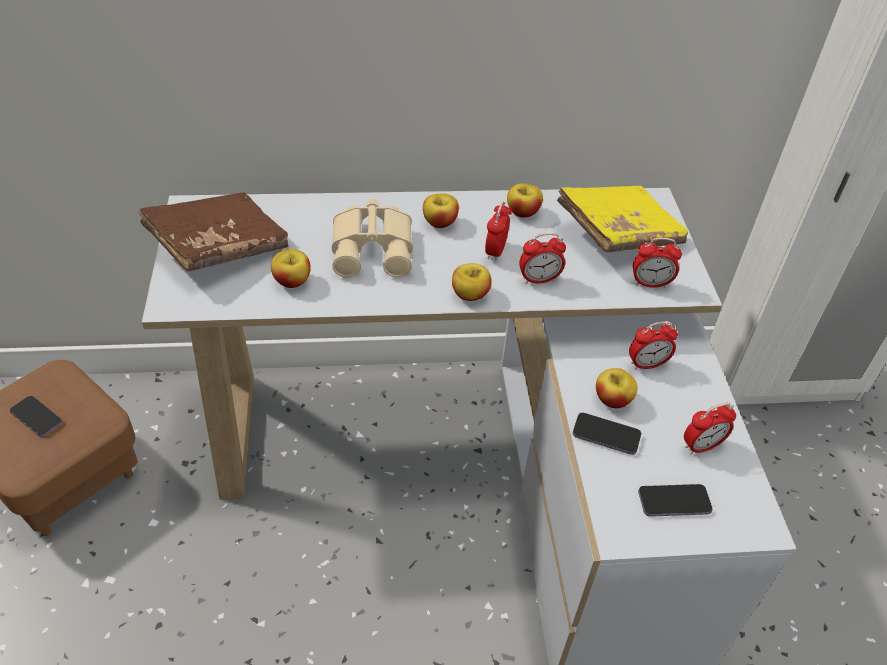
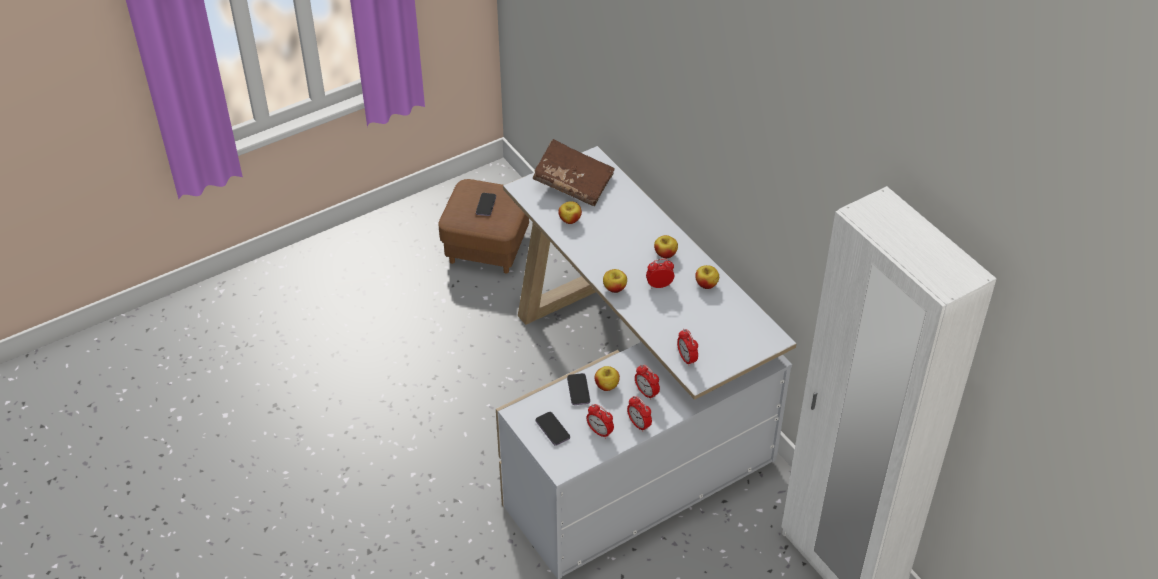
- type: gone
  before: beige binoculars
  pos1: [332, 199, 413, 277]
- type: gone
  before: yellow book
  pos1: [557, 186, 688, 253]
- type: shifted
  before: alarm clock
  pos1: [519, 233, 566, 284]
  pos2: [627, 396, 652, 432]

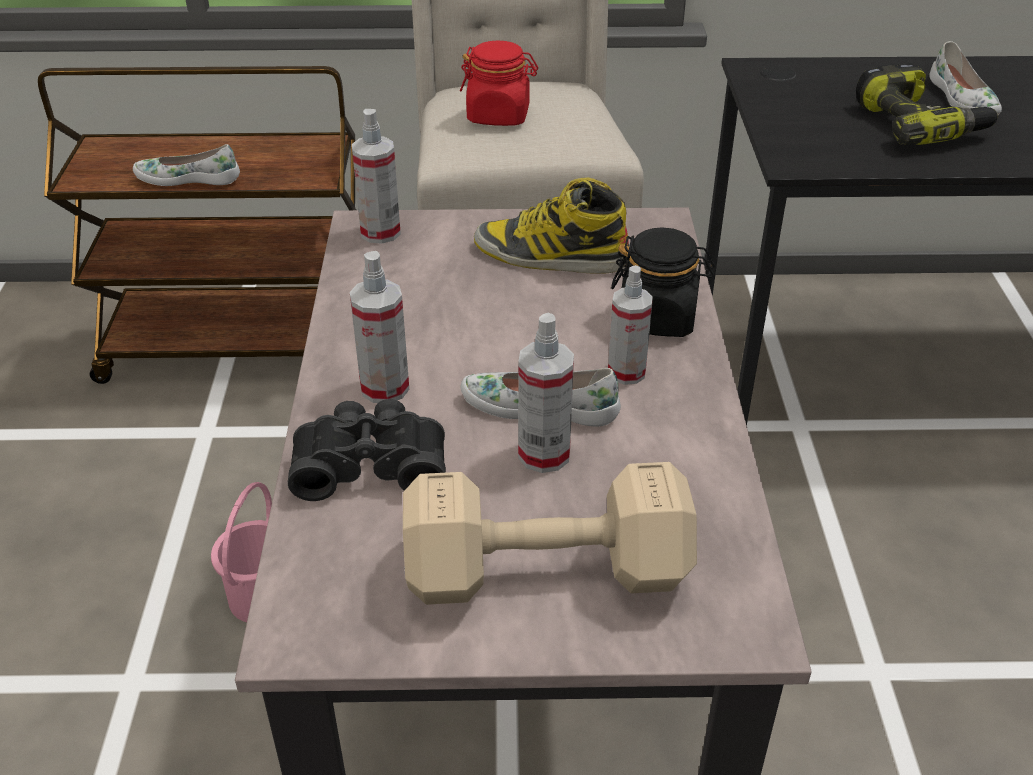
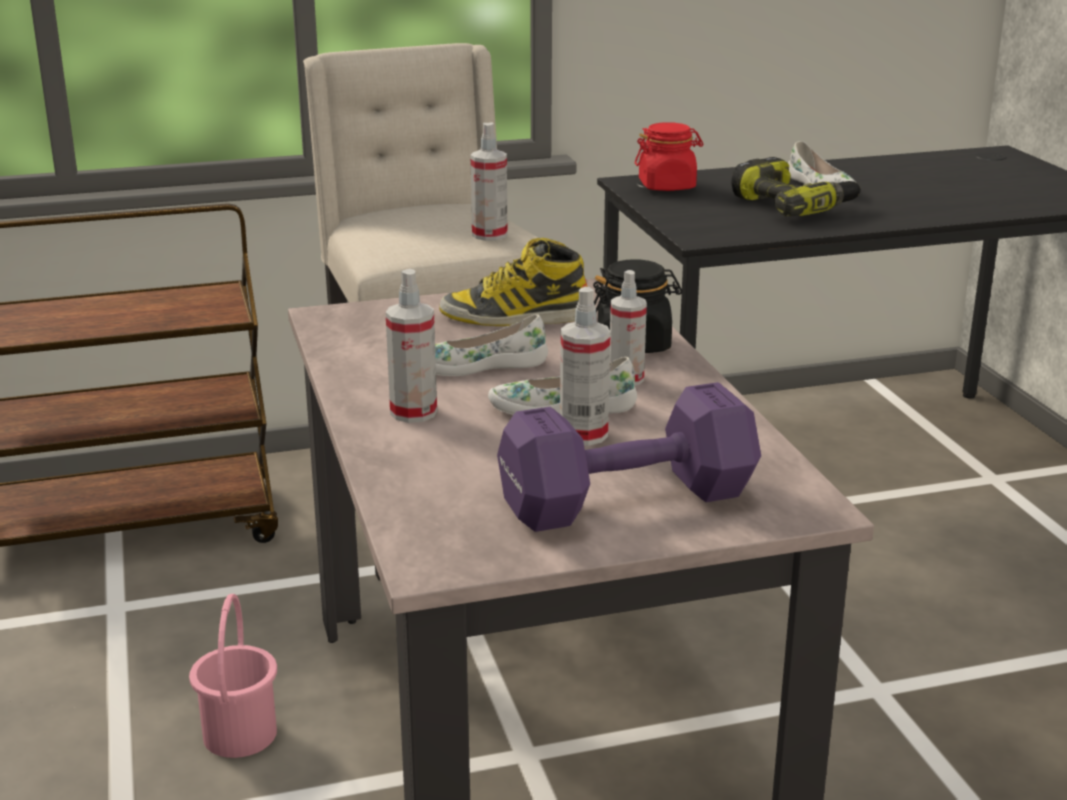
- type: gone
  before: black binoculars
  pos1: [288, 399, 446, 501]
- type: shifted
  before: white shoe
  pos1: [133, 144, 240, 186]
  pos2: [435, 314, 548, 376]
- type: shifted
  before: spray bottle
  pos1: [352, 109, 401, 244]
  pos2: [471, 122, 507, 241]
- type: shifted
  before: red jar
  pos1: [460, 41, 538, 126]
  pos2: [635, 122, 703, 191]
- type: repainted
  before: beige dumbbell
  after: purple dumbbell
  pos1: [403, 462, 697, 605]
  pos2: [497, 382, 761, 532]

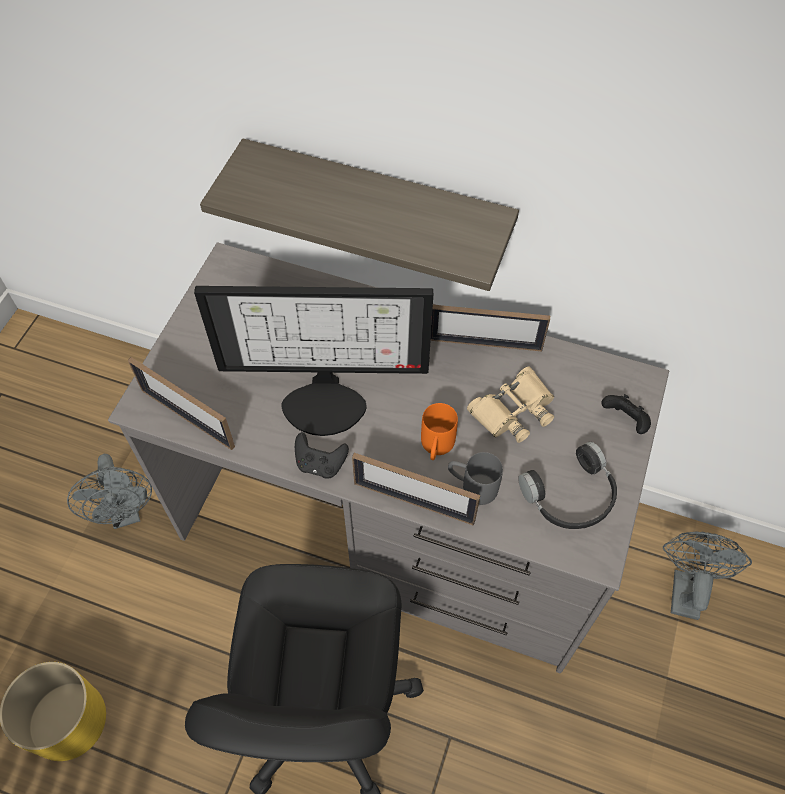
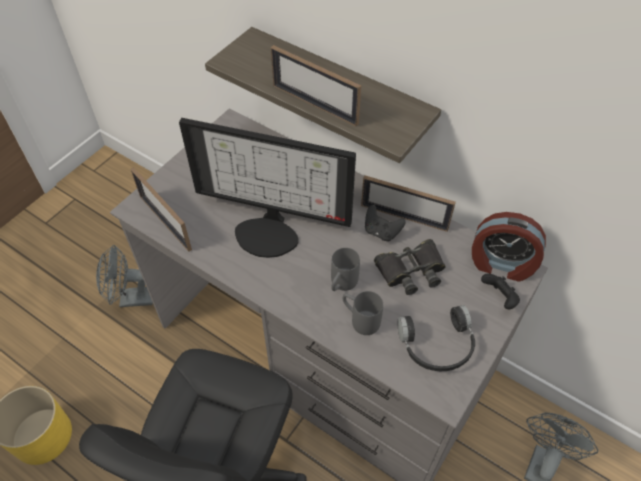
- type: new
  after: alarm clock
  pos2: [472, 212, 546, 282]
- type: shifted
  before: black game controller
  pos1: [295, 432, 349, 478]
  pos2: [365, 205, 406, 241]
- type: shifted
  before: picture frame
  pos1: [352, 453, 480, 525]
  pos2: [271, 45, 361, 127]
- type: repainted
  before: orange mug
  after: grey mug
  pos1: [421, 403, 458, 460]
  pos2: [331, 248, 360, 291]
- type: repainted
  before: beige binoculars
  after: black binoculars
  pos1: [467, 367, 554, 443]
  pos2: [374, 239, 446, 295]
- type: rotated
  before: grey fan
  pos1: [67, 454, 152, 529]
  pos2: [96, 245, 153, 307]
  turn: 90

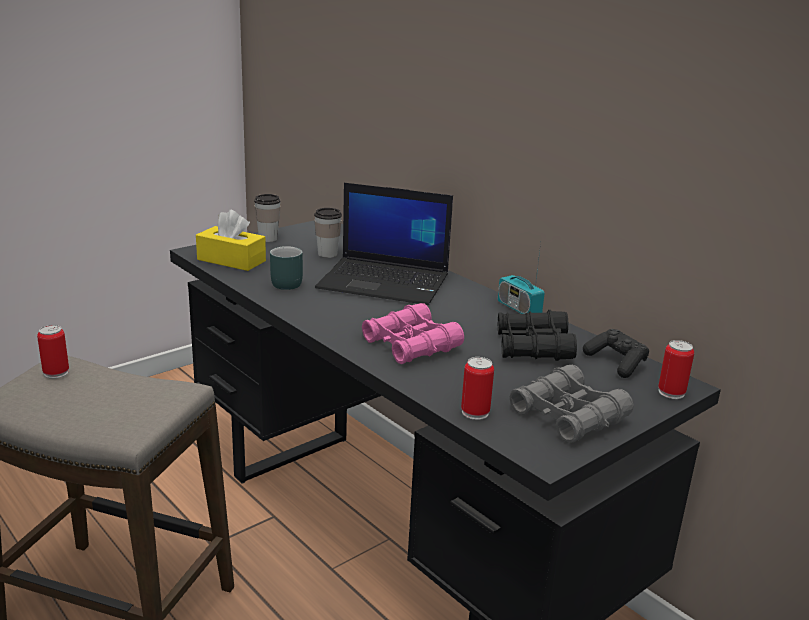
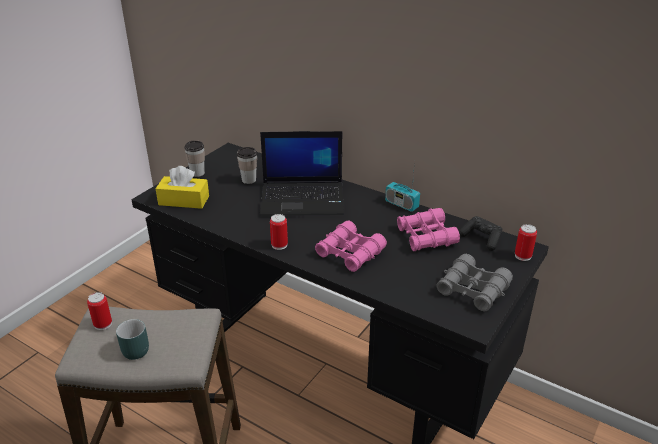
- type: shifted
  before: turquoise mug
  pos1: [270, 246, 303, 290]
  pos2: [116, 319, 149, 360]
- type: shifted
  before: can
  pos1: [461, 357, 494, 420]
  pos2: [270, 214, 288, 250]
- type: repainted
  before: black binoculars
  after: pink binoculars
  pos1: [498, 310, 577, 361]
  pos2: [397, 208, 460, 251]

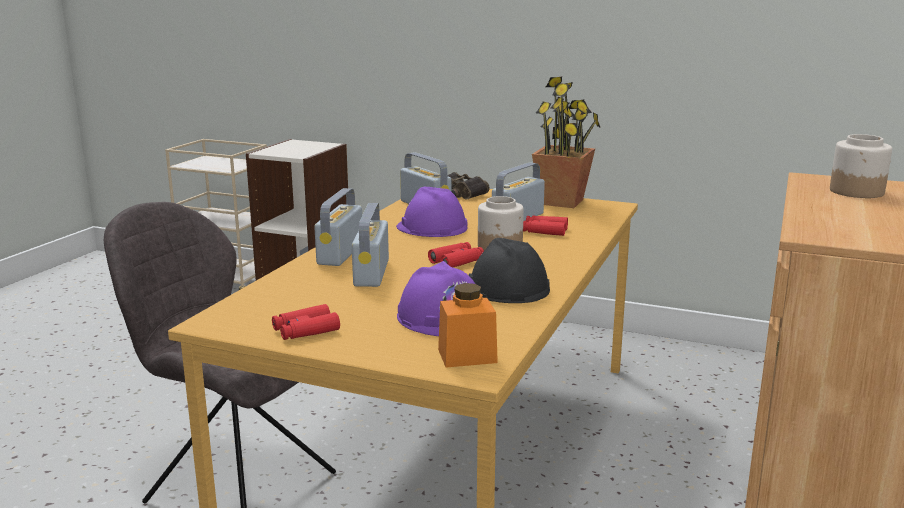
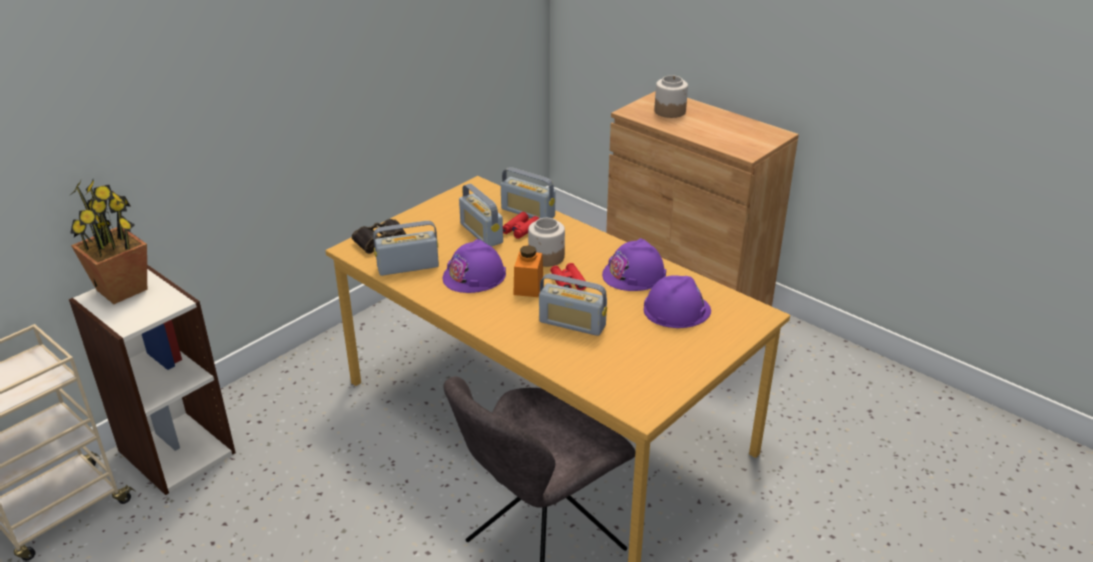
- type: gone
  before: red binoculars
  pos1: [272, 304, 340, 340]
- type: shifted
  before: radio
  pos1: [314, 188, 362, 266]
  pos2: [501, 167, 555, 219]
- type: shifted
  before: orange jar
  pos1: [438, 283, 498, 368]
  pos2: [513, 245, 543, 297]
- type: shifted
  before: potted plant
  pos1: [532, 77, 601, 208]
  pos2: [70, 180, 147, 304]
- type: repainted
  before: black hard hat
  after: purple hard hat
  pos1: [469, 238, 550, 303]
  pos2: [602, 238, 666, 291]

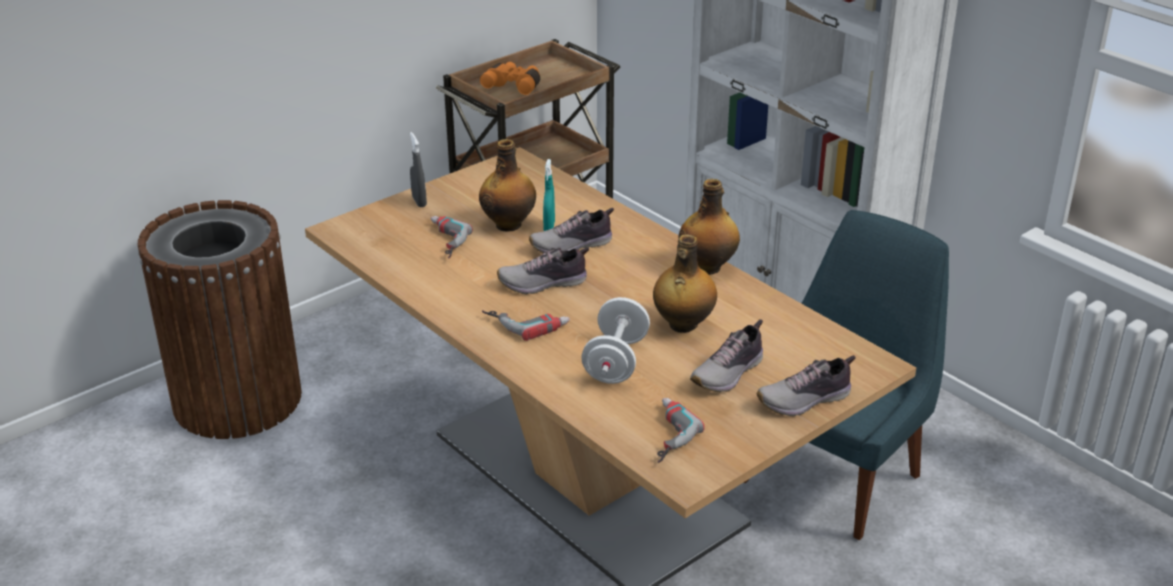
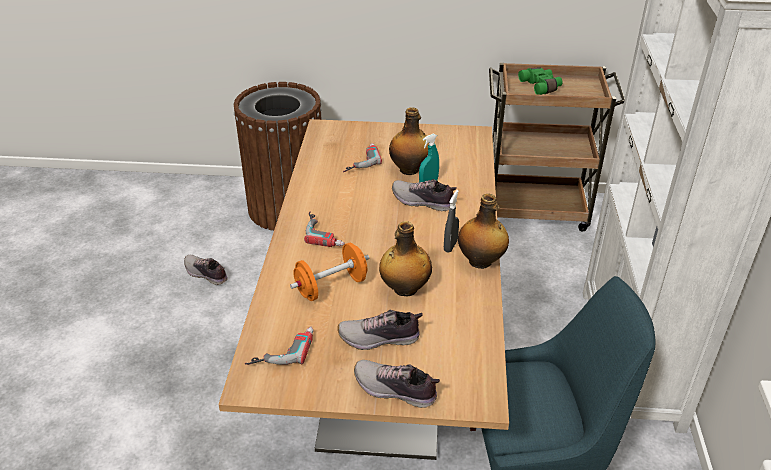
- type: shifted
  before: grey spray bottle
  pos1: [410, 132, 427, 207]
  pos2: [444, 190, 459, 253]
- type: shifted
  before: shoe
  pos1: [497, 247, 589, 294]
  pos2: [184, 255, 228, 285]
- type: repainted
  before: orange binoculars
  after: green binoculars
  pos1: [480, 62, 540, 95]
  pos2: [518, 67, 563, 95]
- type: repainted
  before: white dumbbell
  after: orange dumbbell
  pos1: [581, 297, 650, 384]
  pos2: [290, 243, 369, 301]

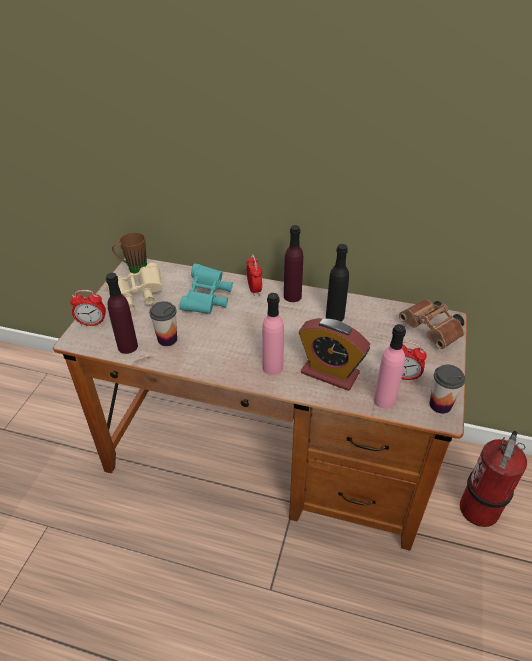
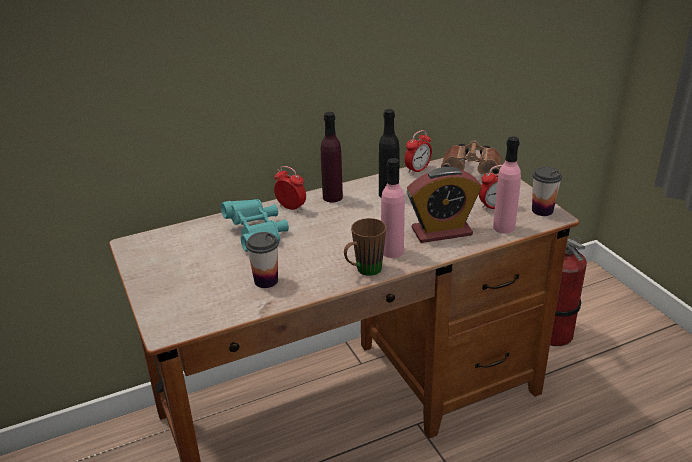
- type: gone
  before: beige binoculars
  pos1: [106, 263, 163, 312]
- type: gone
  before: purple bottle
  pos1: [106, 273, 138, 354]
- type: shifted
  before: alarm clock
  pos1: [70, 290, 106, 326]
  pos2: [405, 130, 432, 175]
- type: shifted
  before: brown mug
  pos1: [112, 232, 147, 274]
  pos2: [344, 218, 386, 276]

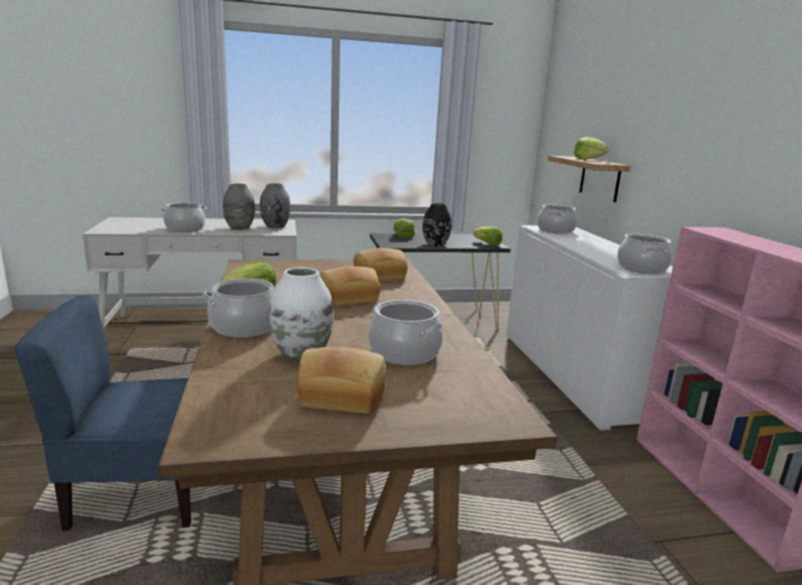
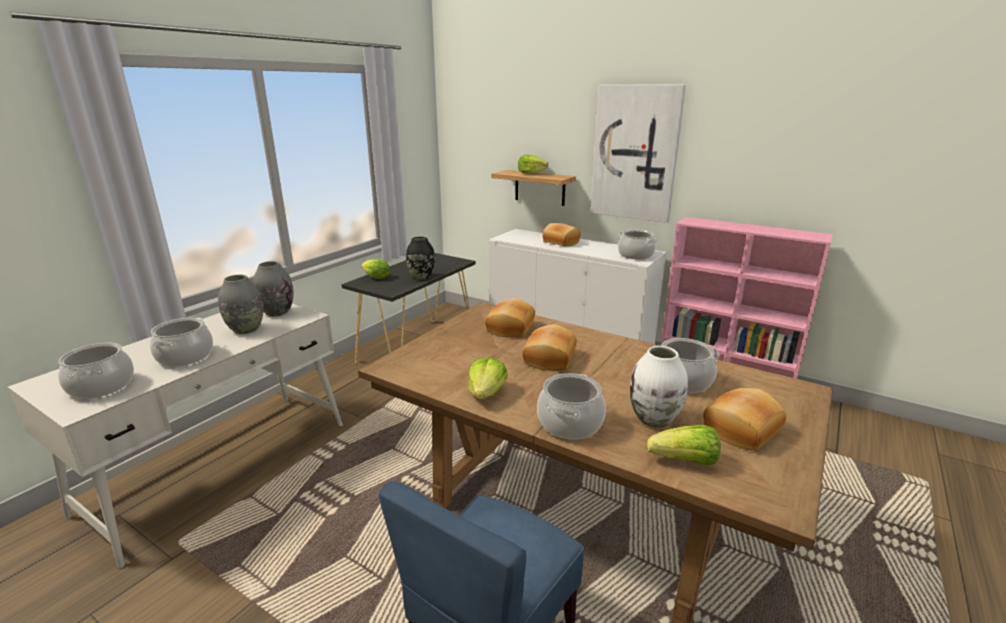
- type: new
  after: bread
  pos2: [542, 223, 581, 246]
- type: new
  after: picture
  pos2: [591, 84, 686, 223]
- type: shifted
  before: lettuce
  pos1: [473, 227, 502, 246]
  pos2: [647, 425, 721, 465]
- type: shifted
  before: cooking pot
  pos1: [537, 204, 577, 234]
  pos2: [58, 343, 134, 399]

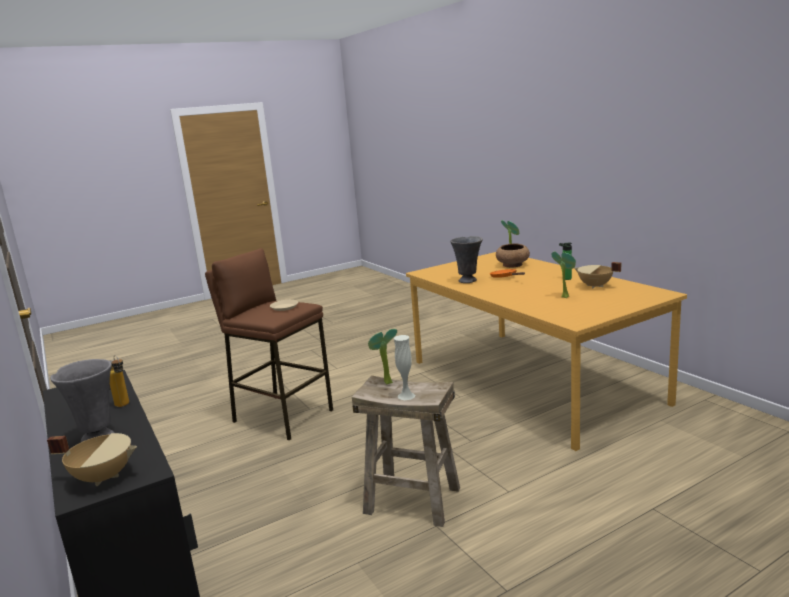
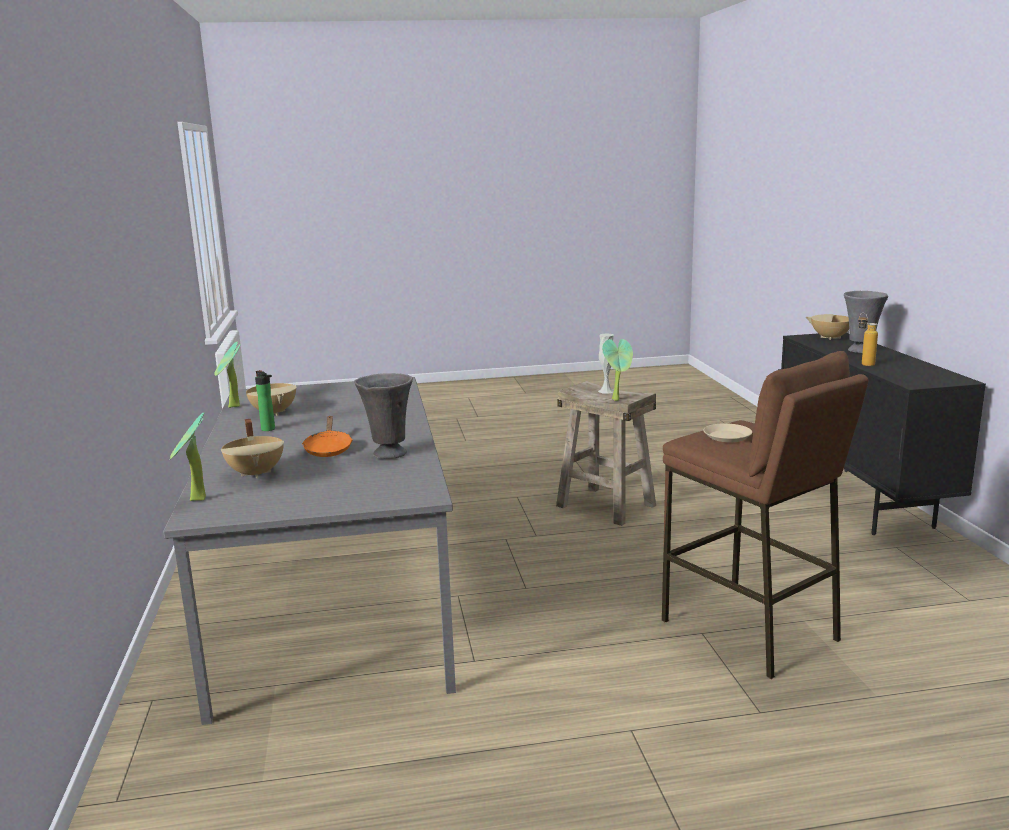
- type: shifted
  before: potted plant
  pos1: [551, 252, 576, 298]
  pos2: [214, 342, 241, 408]
- type: swapped
  before: brown bowl
  after: beige cooking pot
  pos1: [496, 243, 530, 268]
  pos2: [221, 419, 284, 479]
- type: repainted
  before: orange dining table
  after: grey dining table
  pos1: [406, 252, 687, 451]
  pos2: [163, 377, 456, 725]

